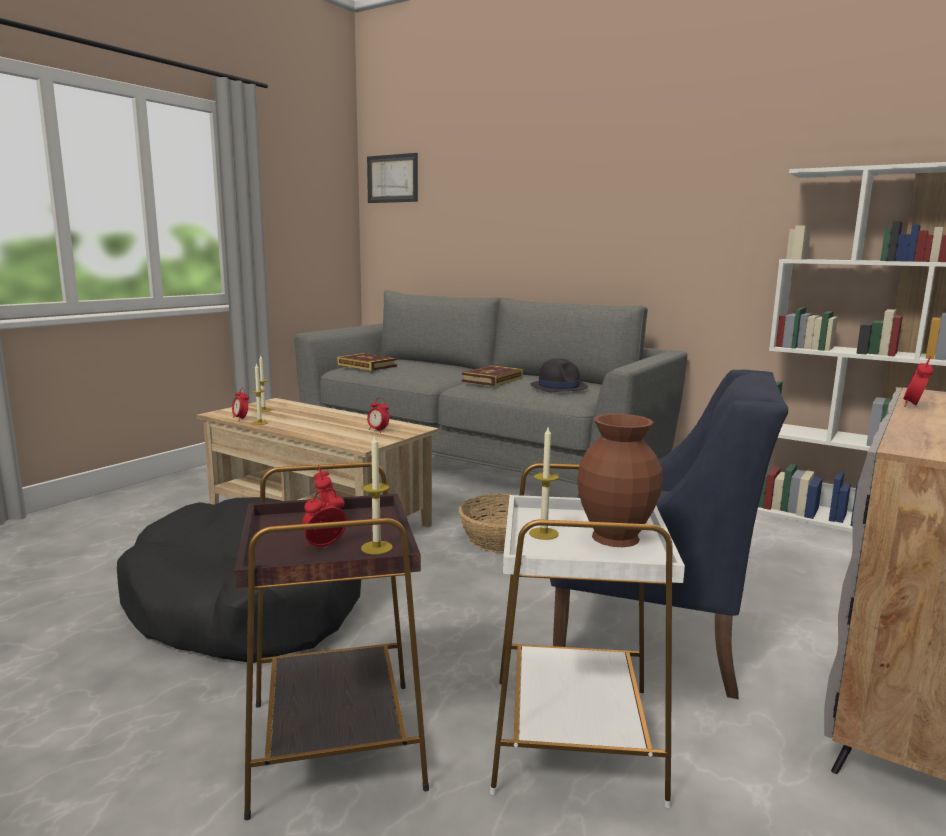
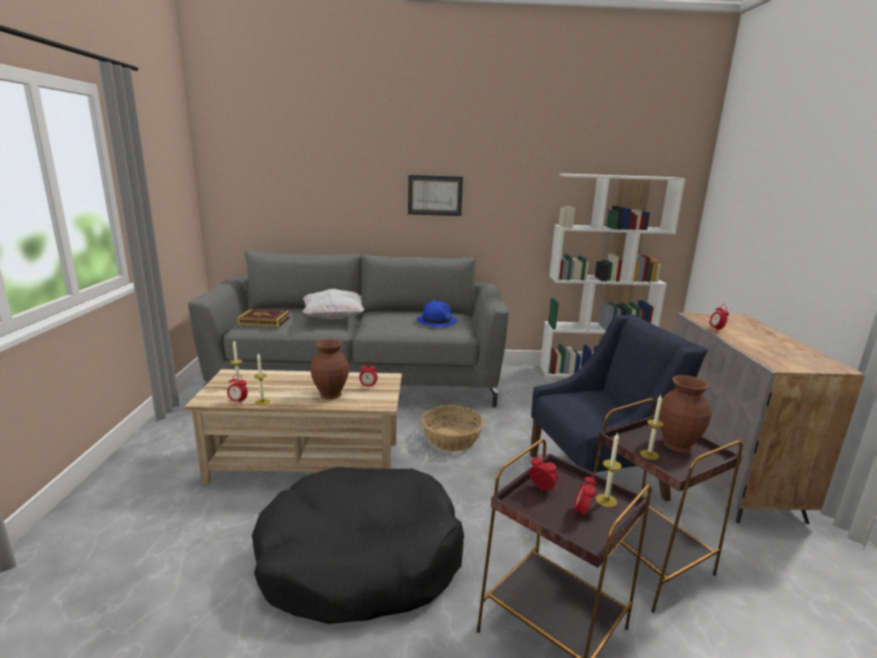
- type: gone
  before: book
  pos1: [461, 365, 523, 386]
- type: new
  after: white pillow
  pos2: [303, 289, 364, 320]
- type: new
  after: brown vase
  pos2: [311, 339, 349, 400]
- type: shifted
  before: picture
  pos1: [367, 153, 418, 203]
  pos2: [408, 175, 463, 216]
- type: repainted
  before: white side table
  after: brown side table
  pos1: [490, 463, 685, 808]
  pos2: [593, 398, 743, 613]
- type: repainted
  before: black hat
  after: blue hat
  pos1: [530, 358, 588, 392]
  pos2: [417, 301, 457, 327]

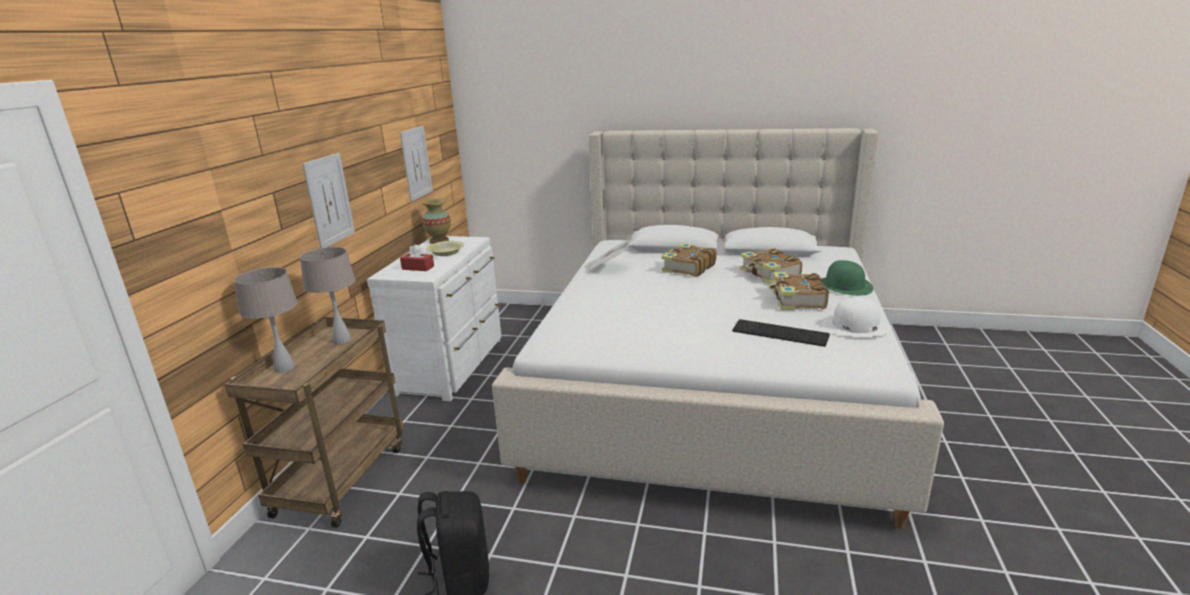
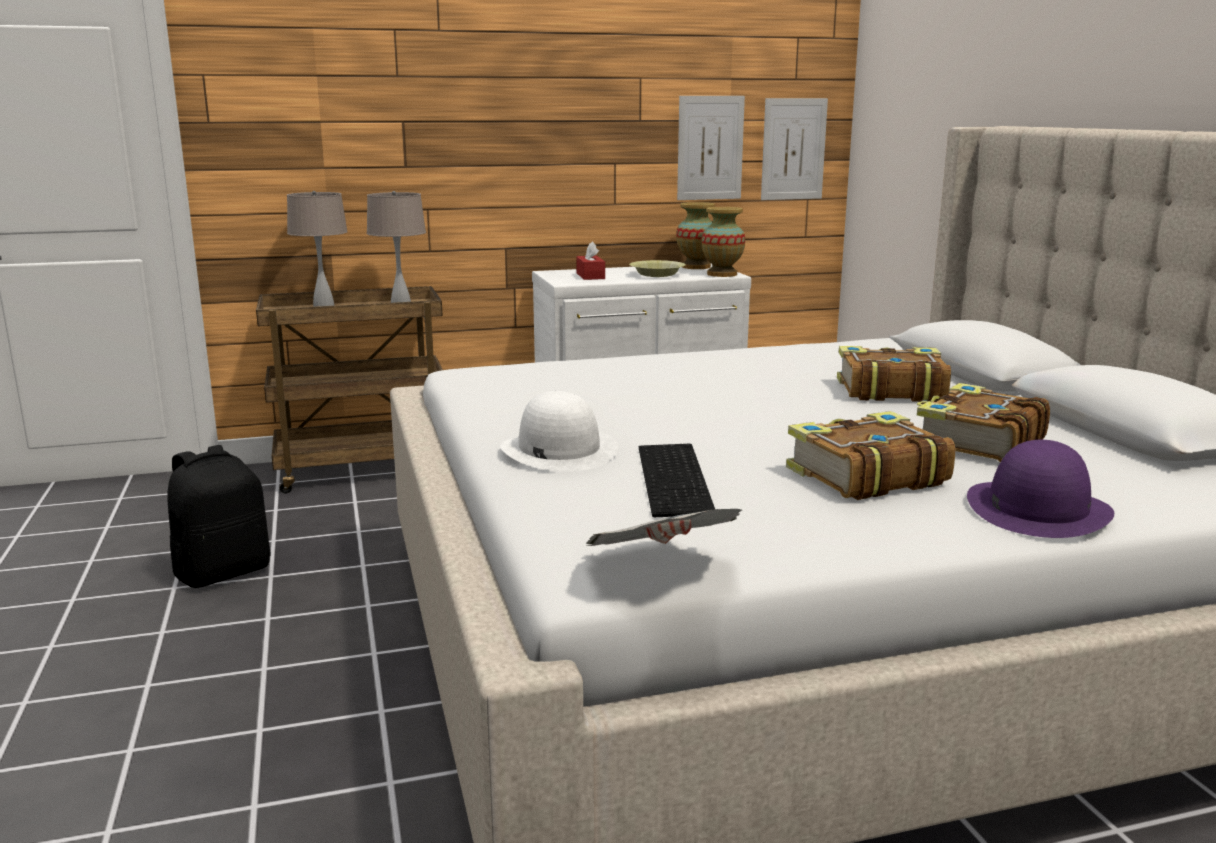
- type: new
  after: vase
  pos2: [702, 207, 745, 277]
- type: shifted
  before: picture
  pos1: [302, 153, 355, 248]
  pos2: [761, 98, 828, 200]
- type: shifted
  before: newspaper
  pos1: [585, 242, 630, 271]
  pos2: [586, 509, 742, 546]
- type: shifted
  before: white hat
  pos1: [822, 298, 890, 337]
  pos2: [500, 391, 618, 472]
- type: repainted
  before: green hat
  after: purple hat
  pos1: [821, 260, 874, 296]
  pos2: [967, 440, 1114, 538]

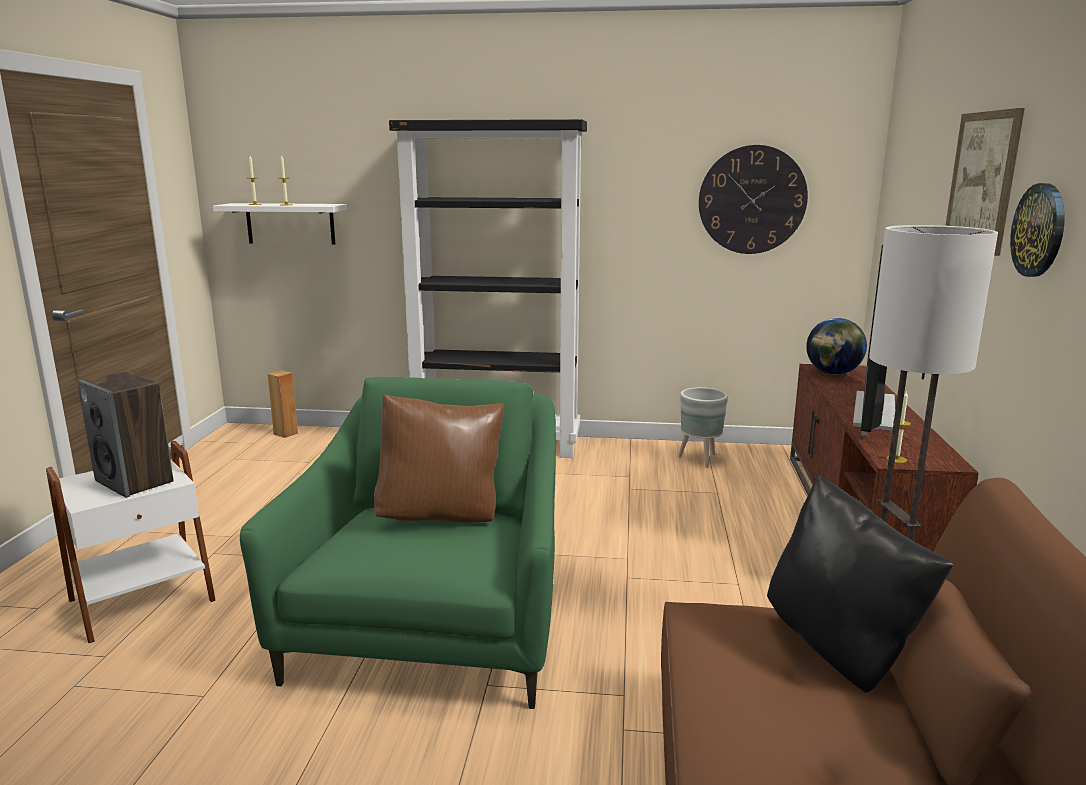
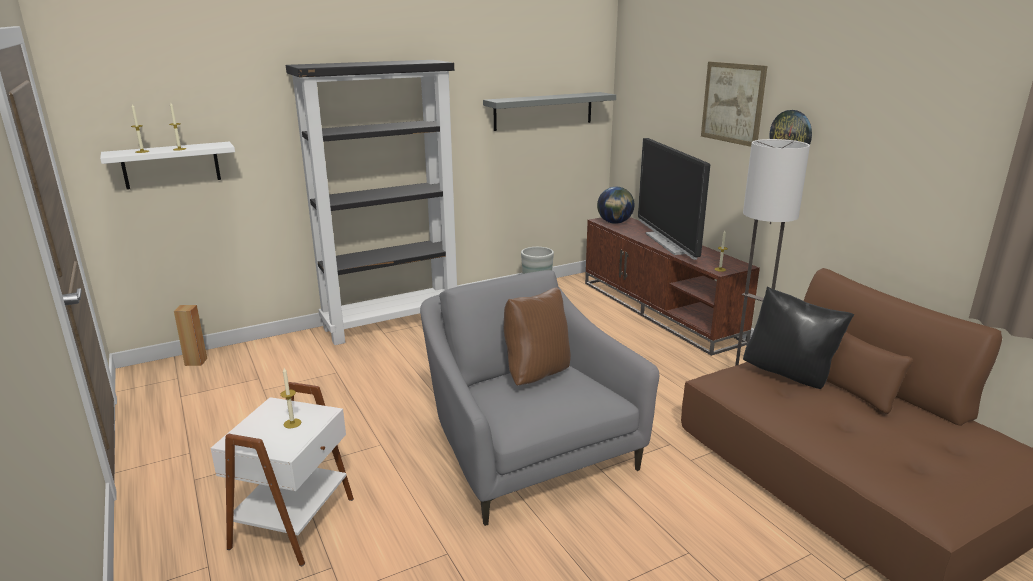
- type: swapped
  before: speaker
  after: candle
  pos1: [77, 371, 174, 498]
  pos2: [280, 368, 301, 429]
- type: swapped
  before: wall clock
  after: grey shelf
  pos1: [699, 145, 808, 254]
  pos2: [483, 92, 616, 131]
- type: repainted
  before: green armchair
  after: grey armchair
  pos1: [240, 377, 556, 709]
  pos2: [420, 270, 659, 526]

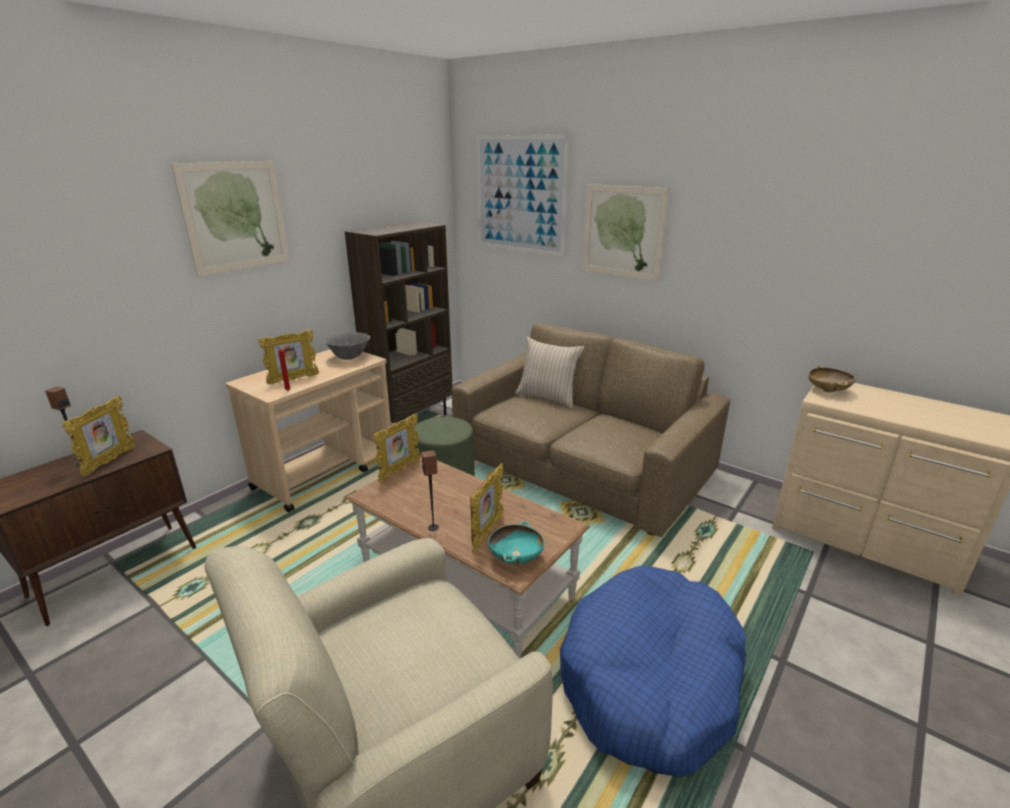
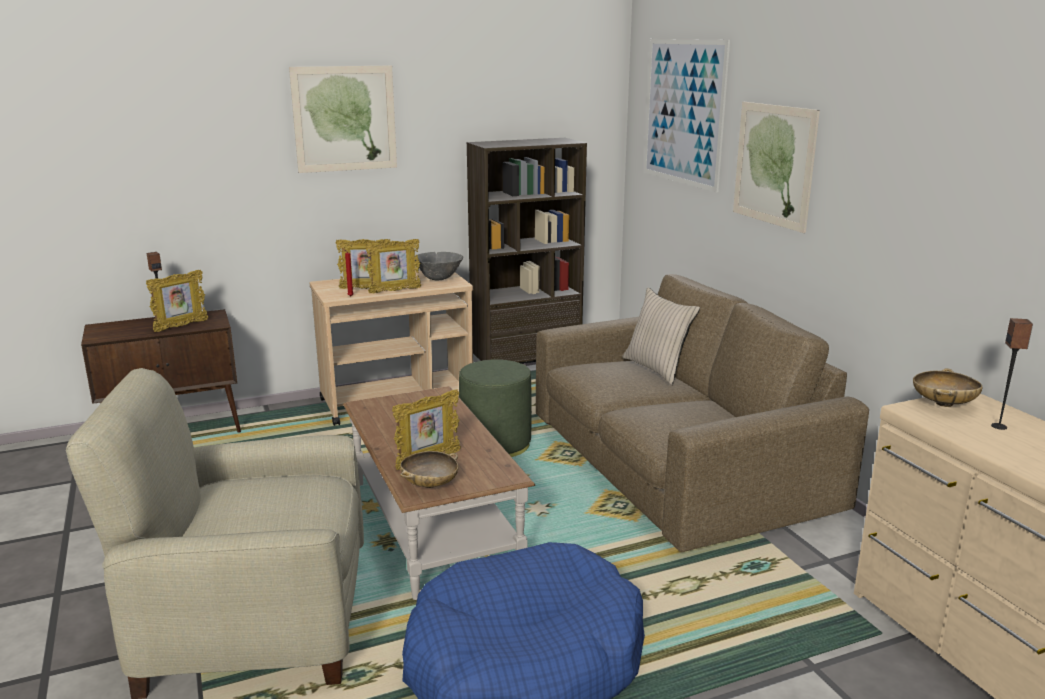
- type: shifted
  before: picture frame
  pos1: [373, 413, 421, 482]
  pos2: [365, 239, 421, 293]
- type: shifted
  before: speaker
  pos1: [421, 450, 439, 531]
  pos2: [991, 318, 1033, 430]
- type: repainted
  before: turquoise bowl
  after: beige bowl
  pos1: [488, 521, 544, 564]
  pos2: [400, 451, 458, 488]

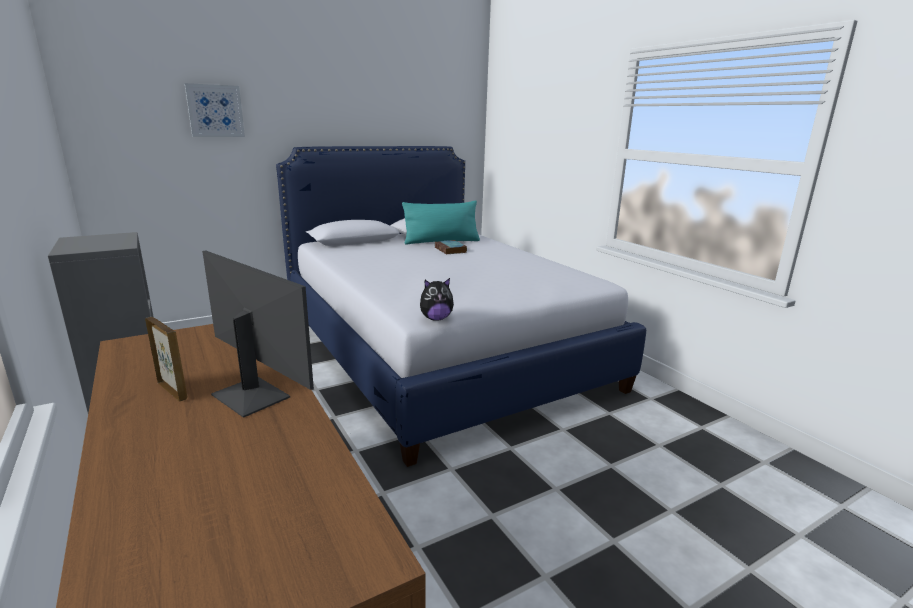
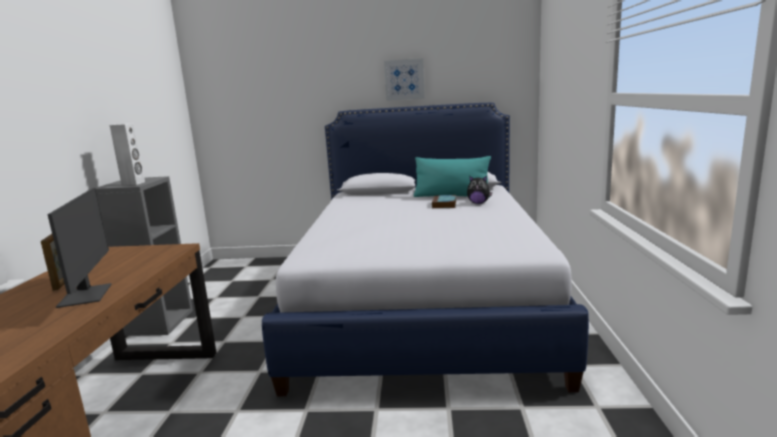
- type: new
  after: white speaker
  pos2: [110, 123, 145, 186]
- type: shifted
  before: picture
  pos1: [185, 83, 245, 137]
  pos2: [384, 58, 425, 101]
- type: shifted
  before: plush toy
  pos1: [420, 278, 454, 321]
  pos2: [467, 176, 492, 204]

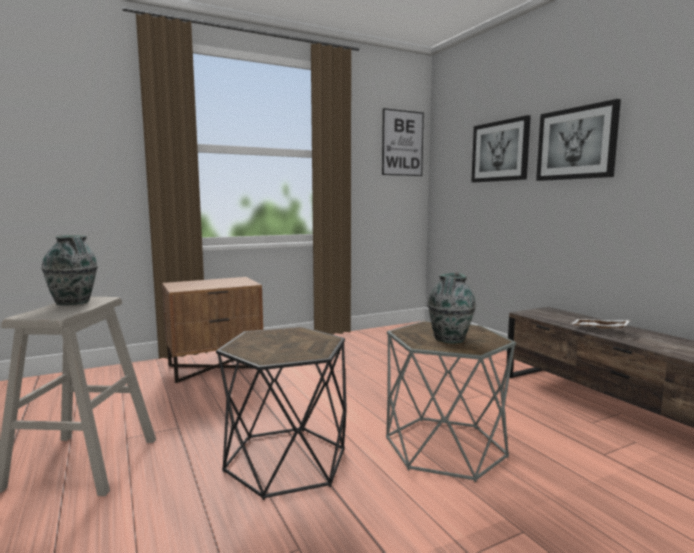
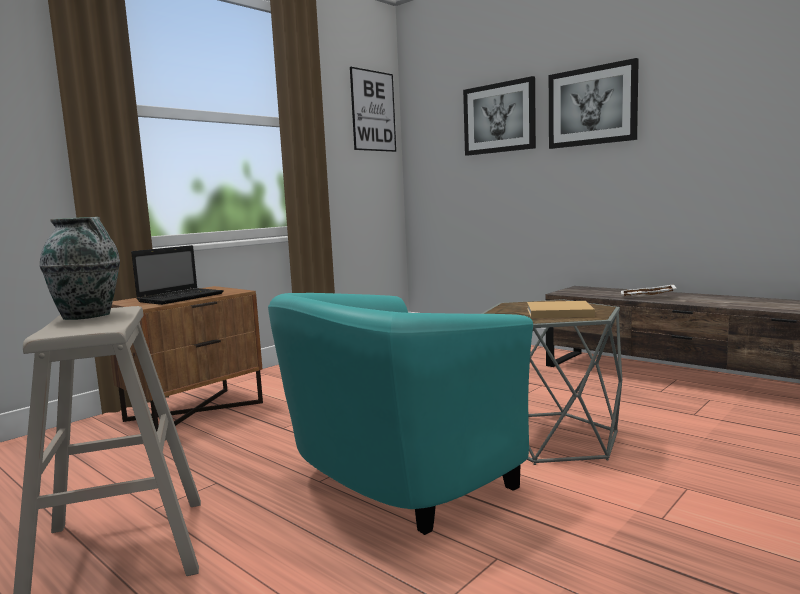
- type: new
  after: laptop
  pos2: [131, 245, 224, 305]
- type: swapped
  before: black side table
  after: turquoise armchair
  pos1: [216, 327, 347, 500]
  pos2: [268, 293, 533, 535]
- type: swapped
  before: vase
  after: beige book
  pos1: [428, 273, 476, 343]
  pos2: [527, 301, 595, 318]

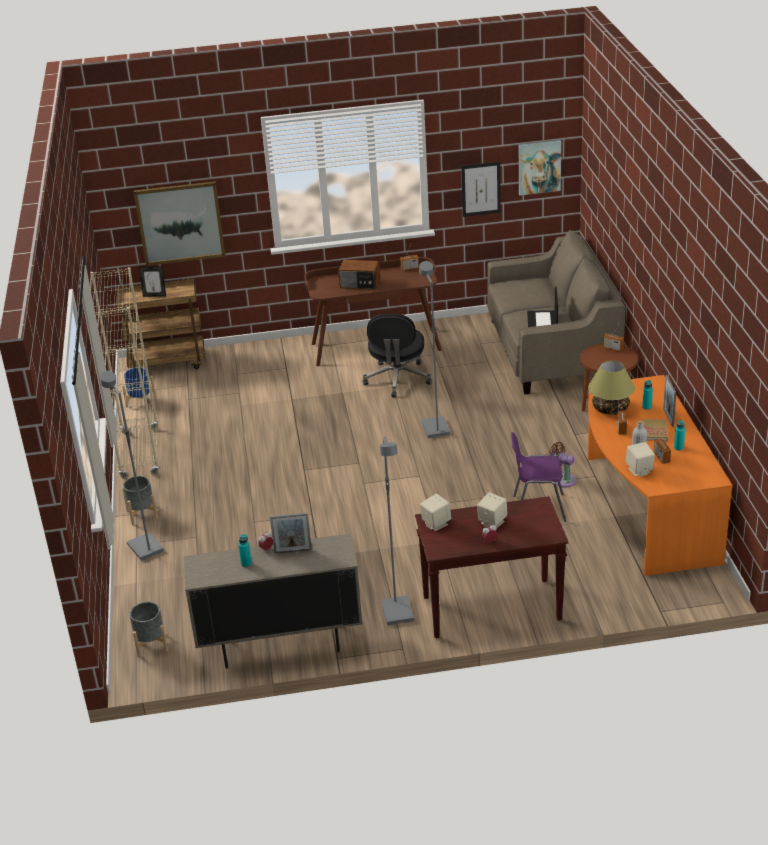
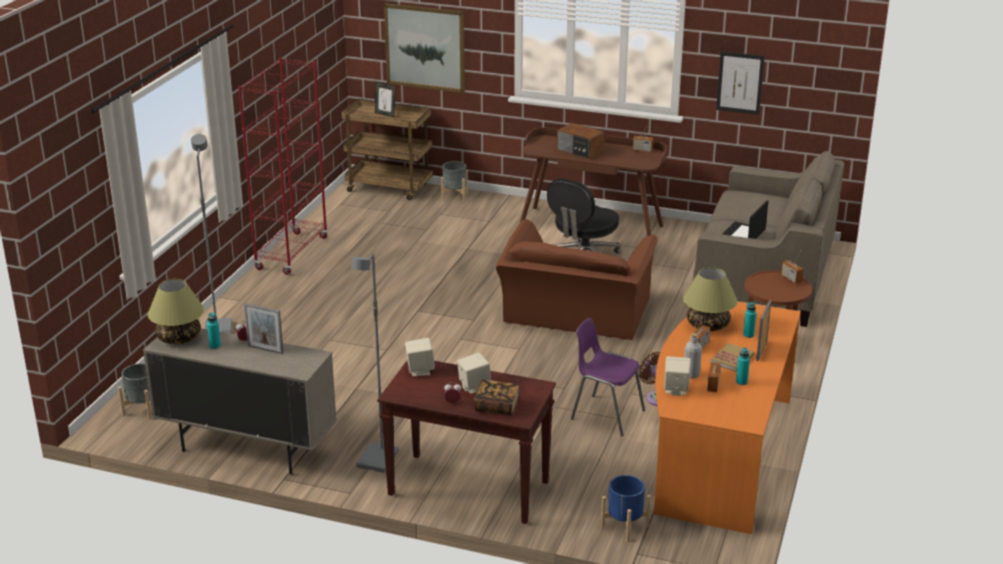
- type: gone
  before: picture
  pos1: [519, 140, 561, 195]
- type: new
  after: table lamp
  pos2: [148, 279, 204, 344]
- type: new
  after: book
  pos2: [474, 379, 520, 416]
- type: shifted
  before: blue planter
  pos1: [122, 367, 156, 408]
  pos2: [601, 475, 651, 542]
- type: shifted
  before: grey planter
  pos1: [122, 476, 158, 525]
  pos2: [441, 161, 468, 202]
- type: swapped
  before: grey floor lamp
  after: brown armchair
  pos1: [419, 261, 450, 438]
  pos2: [496, 219, 658, 340]
- type: repainted
  before: beige bookcase
  after: red bookcase
  pos1: [90, 267, 160, 479]
  pos2: [238, 58, 328, 275]

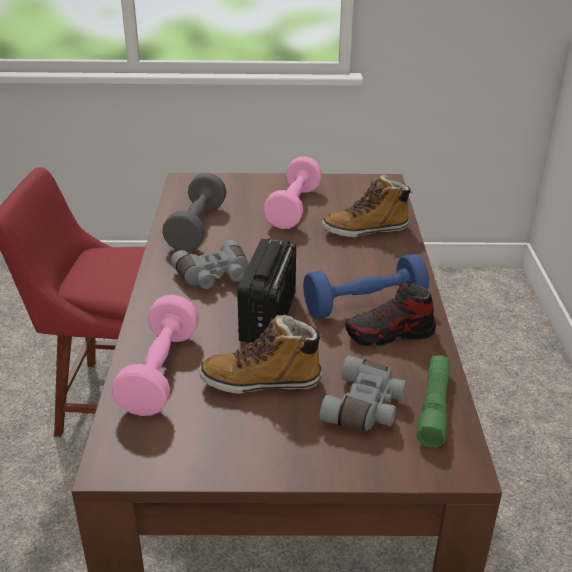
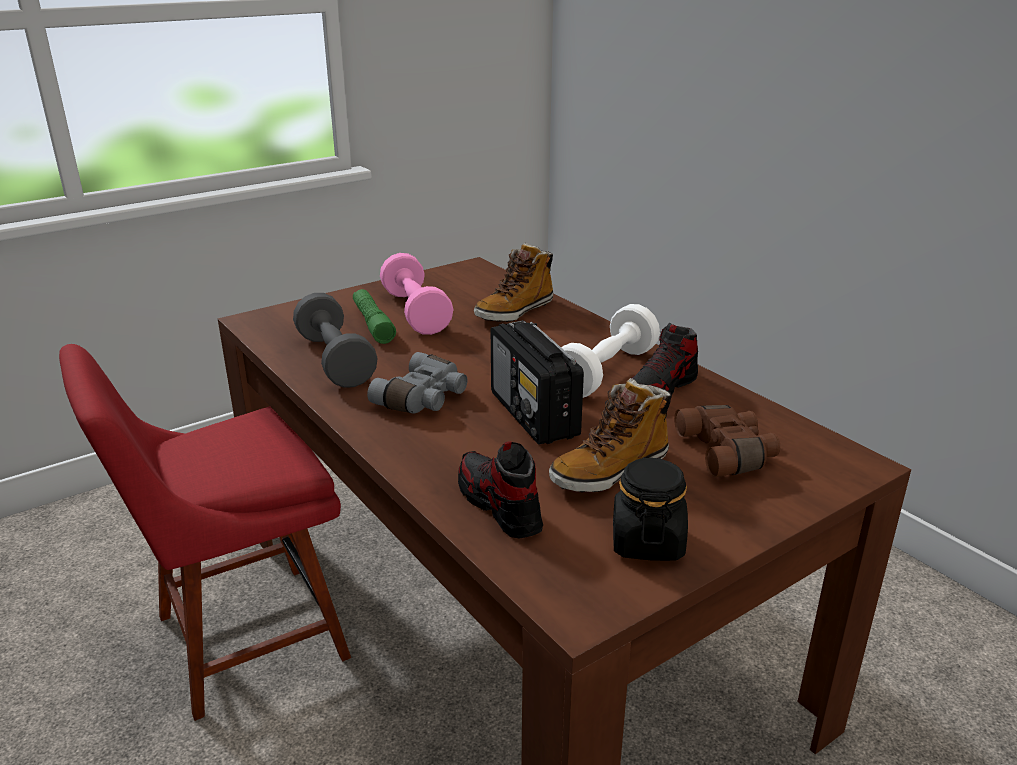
- type: new
  after: black jar
  pos2: [613, 458, 688, 561]
- type: shifted
  before: green flashlight
  pos1: [417, 355, 450, 448]
  pos2: [353, 289, 396, 344]
- type: swapped
  before: pink dumbbell
  after: shoe
  pos1: [112, 295, 199, 416]
  pos2: [458, 441, 543, 538]
- type: repainted
  before: blue dumbbell
  after: white dumbbell
  pos1: [303, 254, 429, 318]
  pos2: [561, 304, 660, 398]
- type: repainted
  before: grey binoculars
  after: brown binoculars
  pos1: [320, 356, 407, 431]
  pos2: [674, 405, 780, 477]

